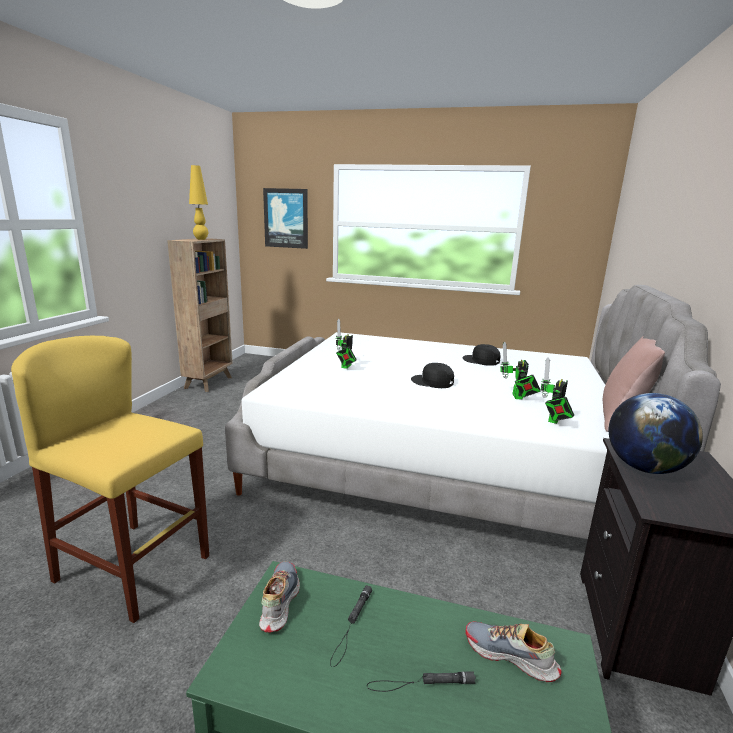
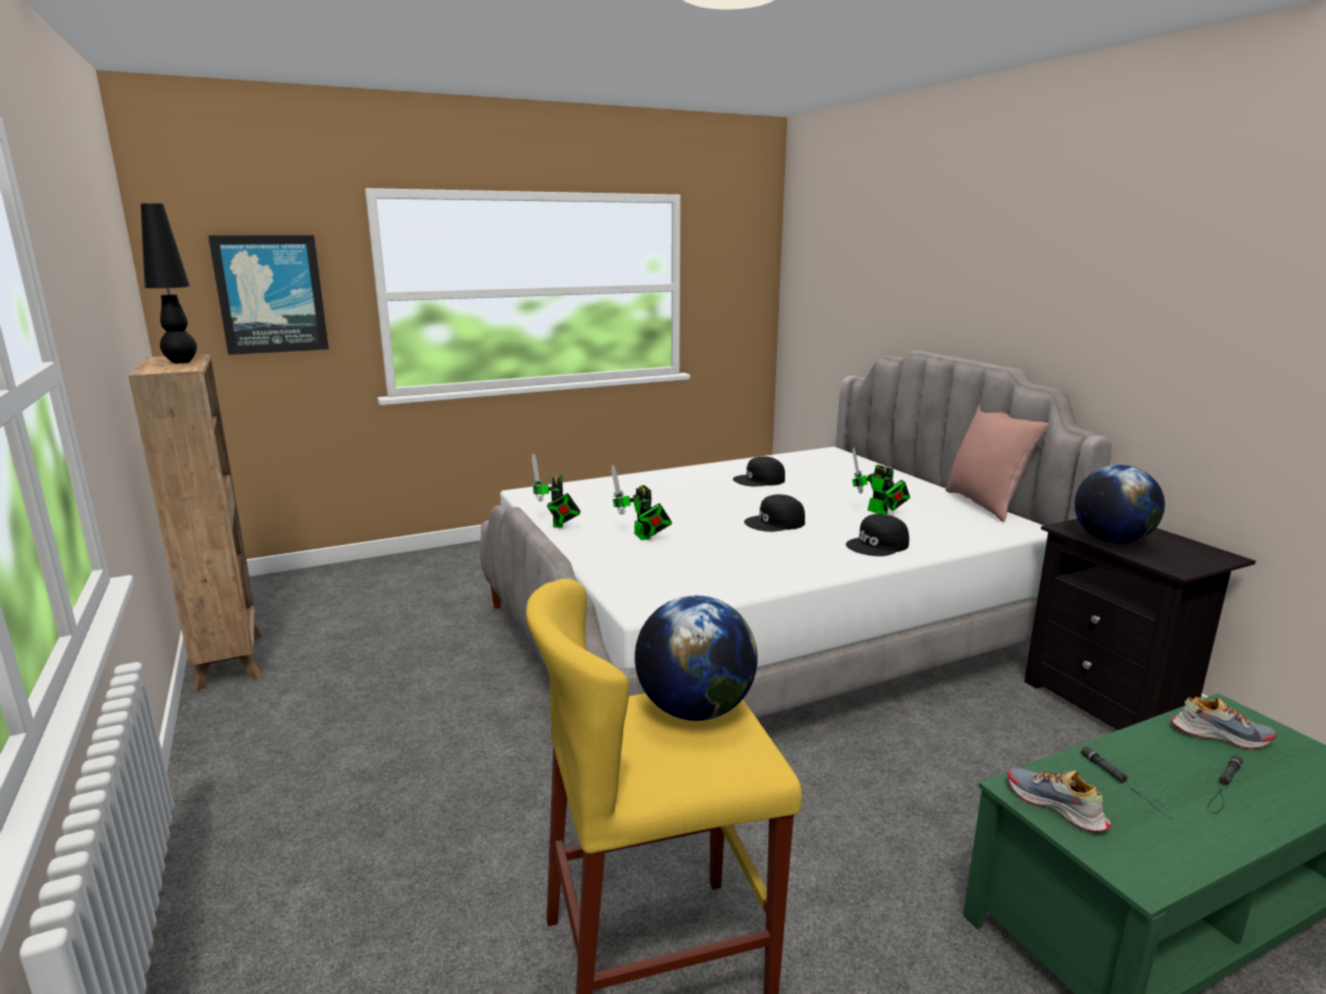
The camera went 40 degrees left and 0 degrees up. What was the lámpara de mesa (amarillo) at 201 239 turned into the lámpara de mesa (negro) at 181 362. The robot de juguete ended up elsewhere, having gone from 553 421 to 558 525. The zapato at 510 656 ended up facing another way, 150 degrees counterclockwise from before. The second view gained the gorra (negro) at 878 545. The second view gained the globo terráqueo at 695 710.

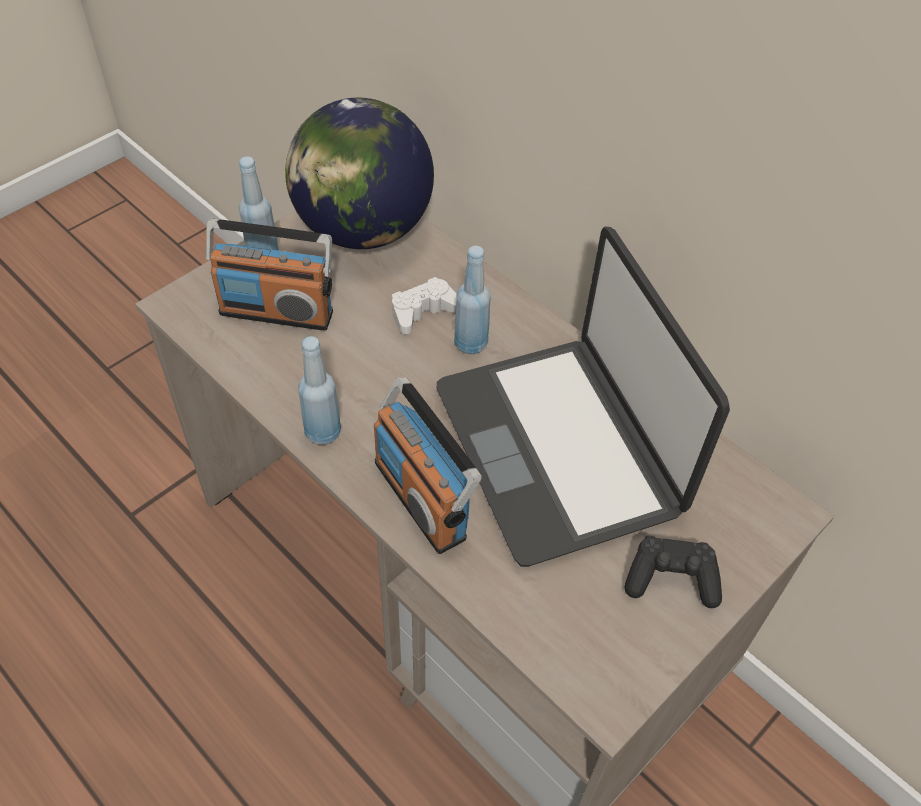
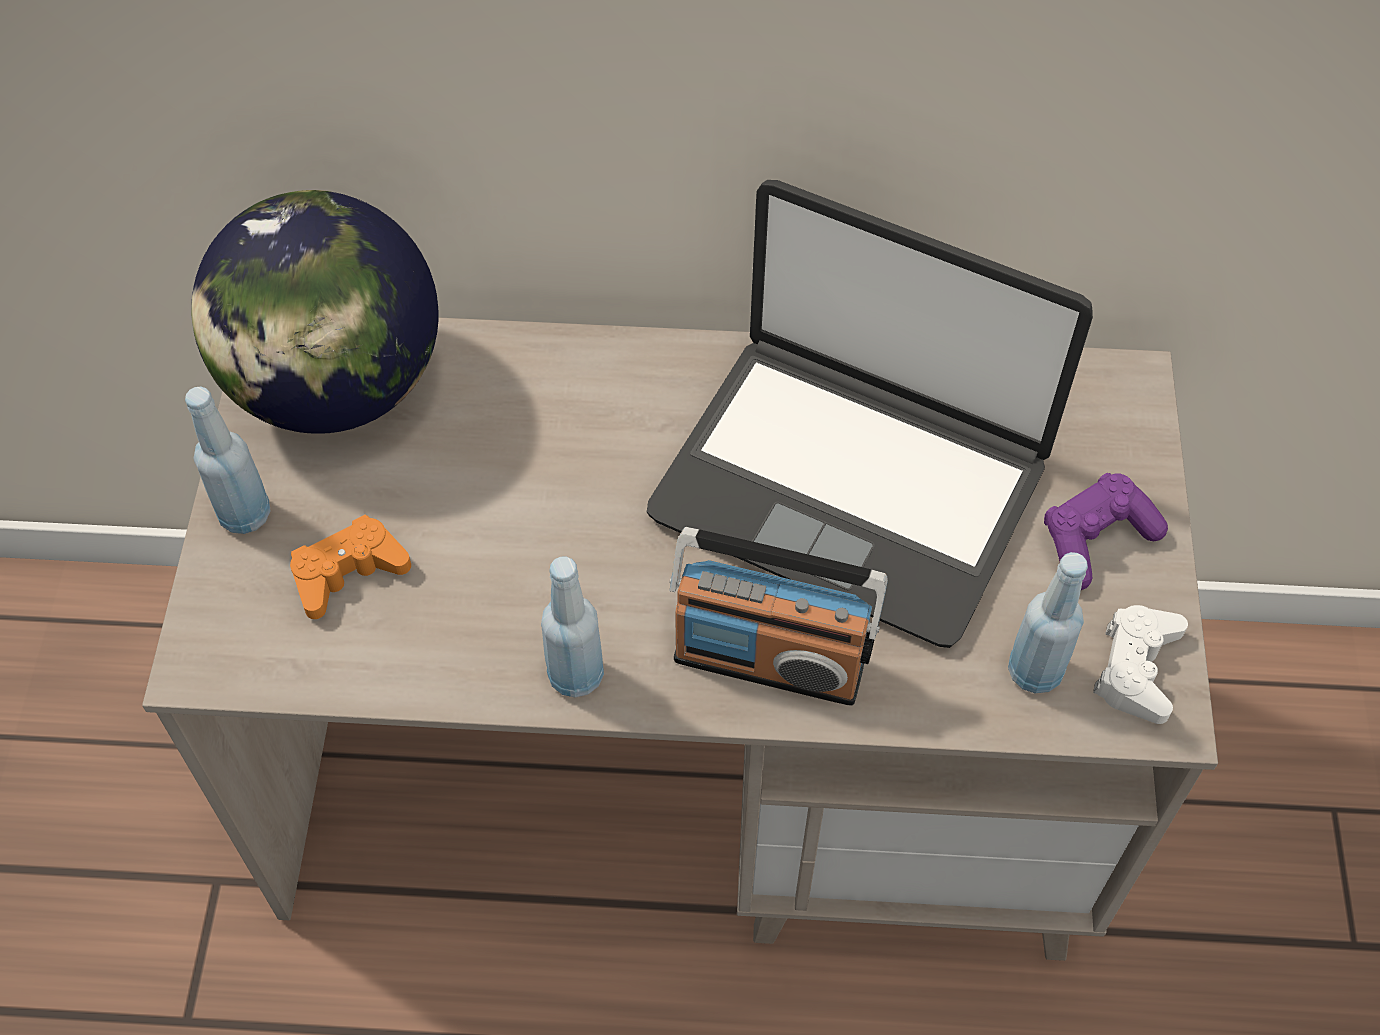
The camera went 40 degrees left and 5 degrees up. Where the radio stood at 277 311, the mando de consola (naranja) came to stand at 348 572. The botella (azul) ended up elsewhere, having gone from 470 343 to 1034 671. The mando de consola (blanco) ended up elsewhere, having gone from 423 311 to 1137 668. What was the mando de consola (negro) at 671 579 turned into the mando de consola (morado) at 1095 540.

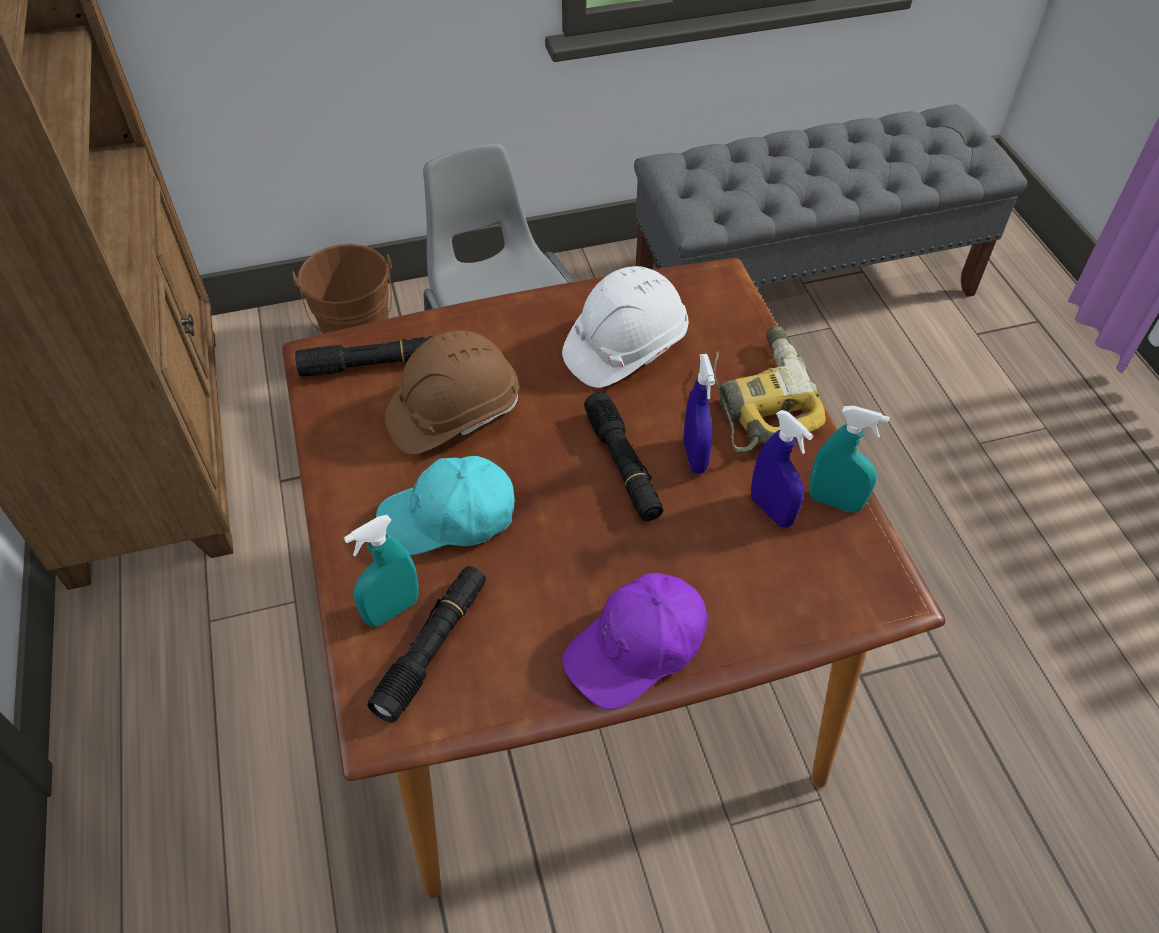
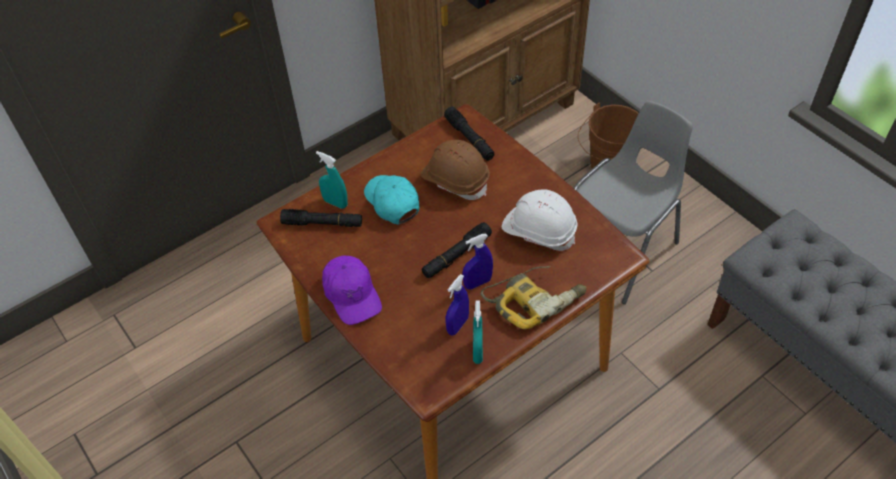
The camera went 70 degrees right and 0 degrees up. The gorra (morado) at 637 648 ended up facing another way, 150 degrees counterclockwise from before.

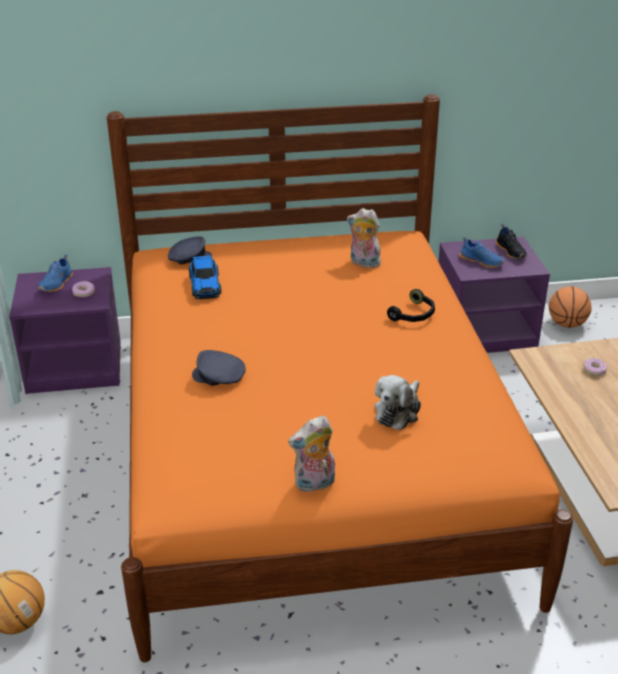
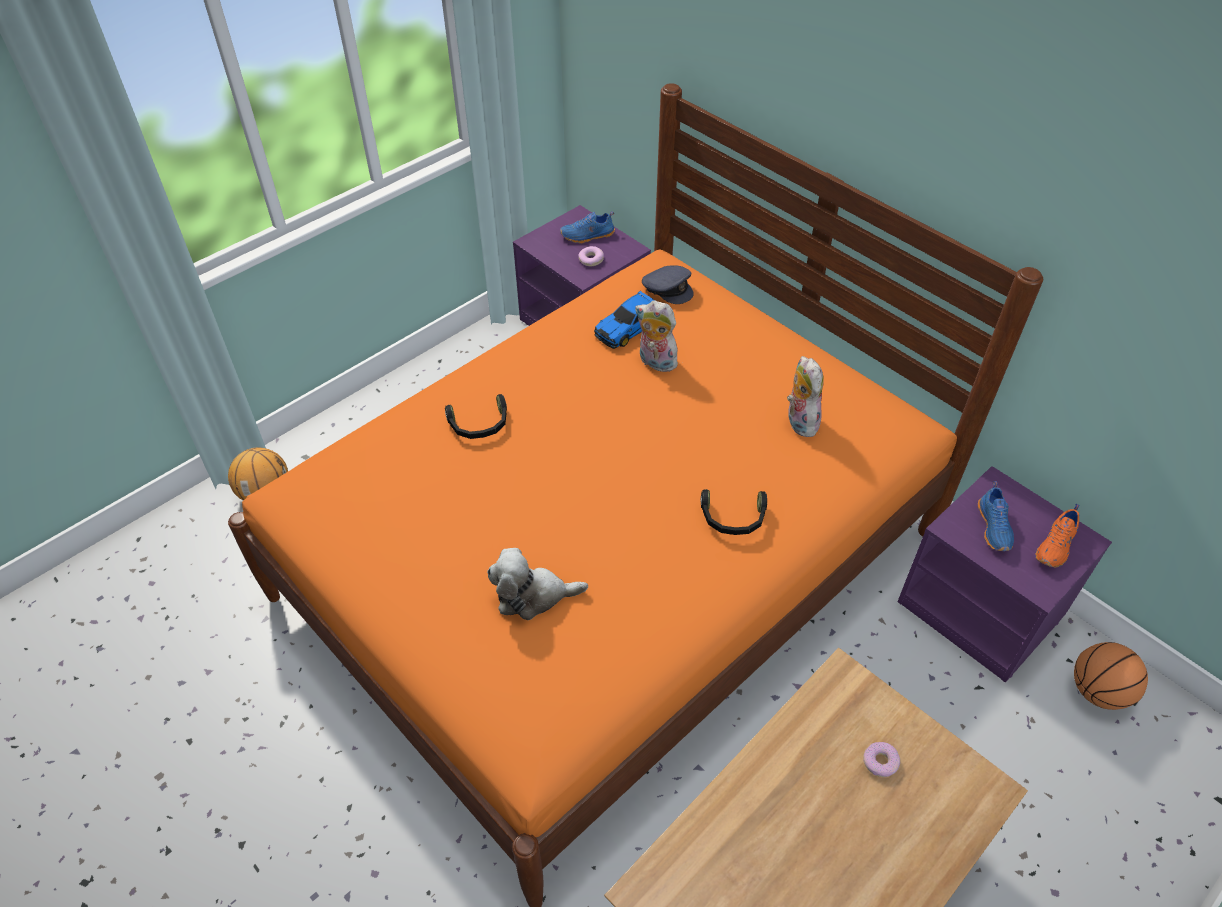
The camera went 55 degrees right and 15 degrees up. What was the zapato (negro) at 511 251 turned into the zapato (naranja) at 1056 546. Where the gorra (gris) stood at 219 377, the auriculares (negro) came to stand at 479 425. The peluche ended up elsewhere, having gone from 314 484 to 655 362.

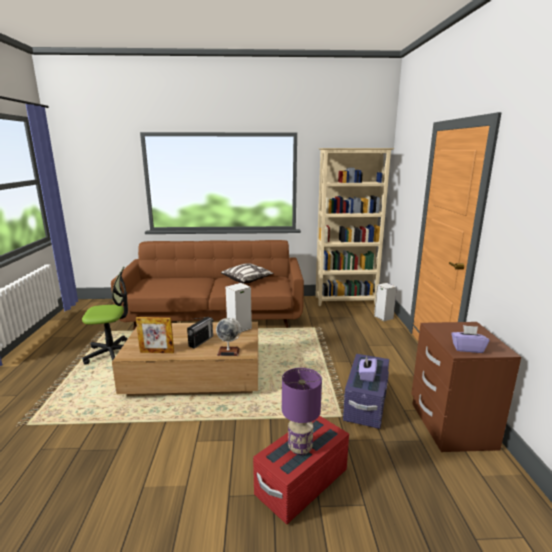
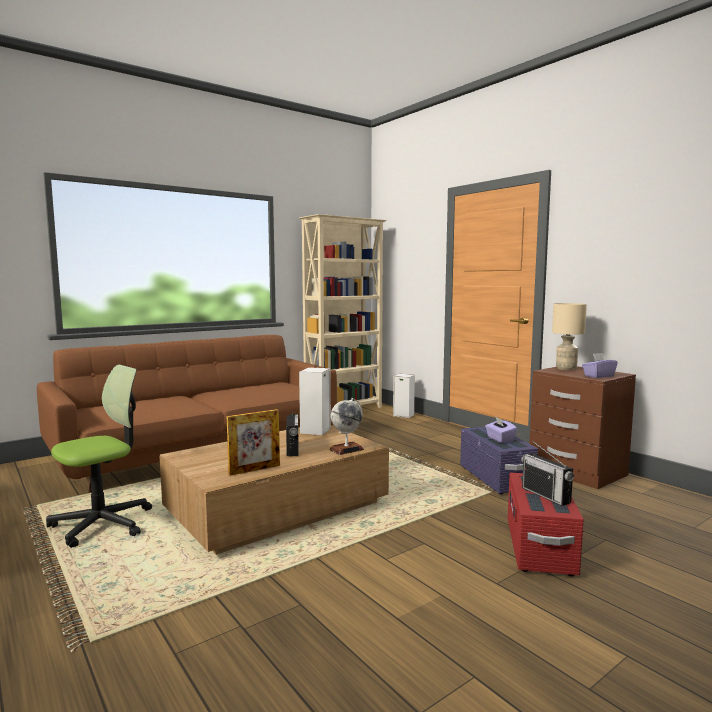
The camera went 35 degrees left and 10 degrees down. The second view lost the cojín at 247 279. Where the lámpara de mesa (morado) stood at 300 448, the radio came to stand at 545 495. The second view gained the lámpara de mesa (beis) at 566 369.

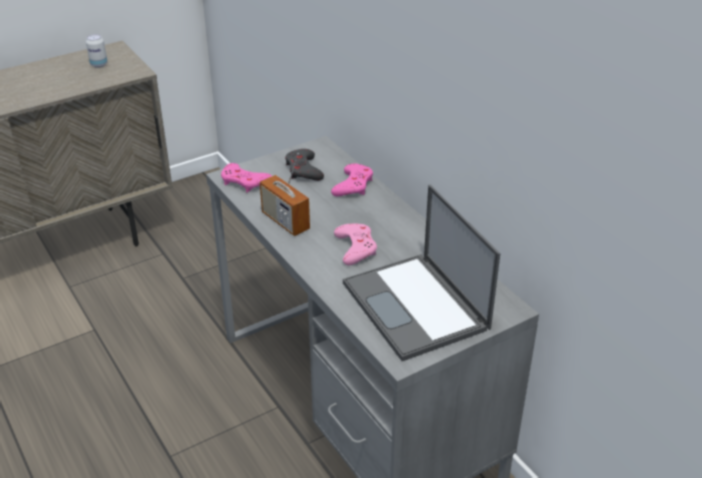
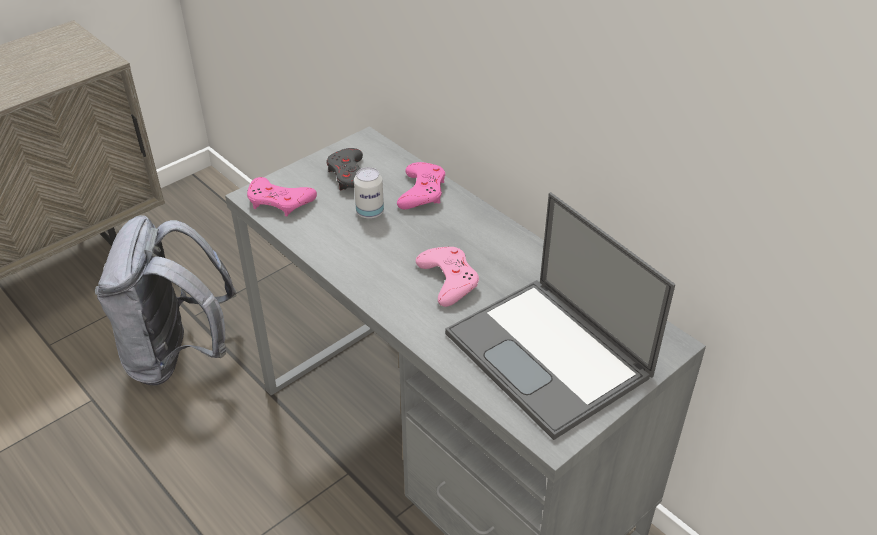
The camera went 10 degrees left and 5 degrees up. The lata ended up elsewhere, having gone from 99 64 to 370 213. The second view lost the radio at 285 221. The second view gained the mochila (gris) at 178 355.

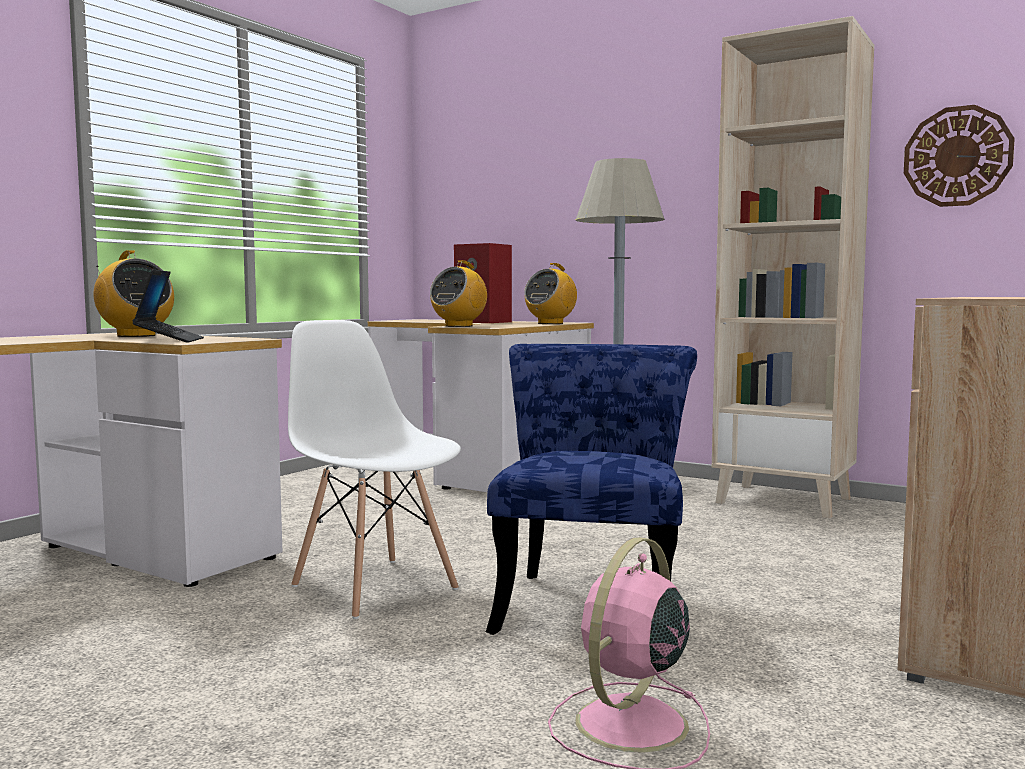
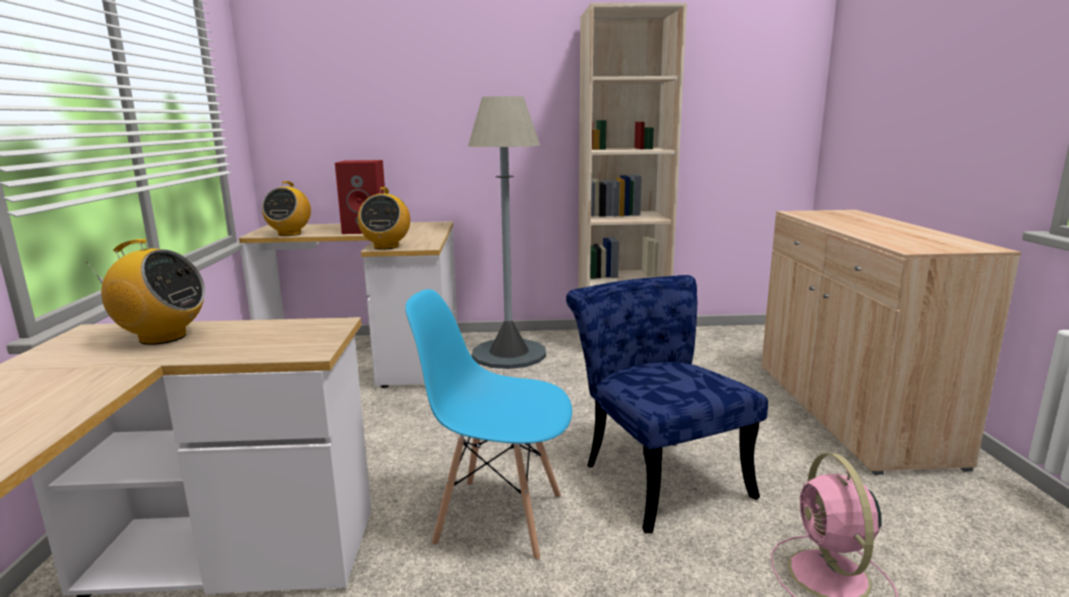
The camera went 35 degrees left and 10 degrees up. The second view lost the reloj de pared at 957 156. The radio ended up elsewhere, having gone from 550 323 to 289 234. The second view lost the portátil at 170 340. What was the silla (blanco) at 374 586 turned into the silla (azul) at 498 518.

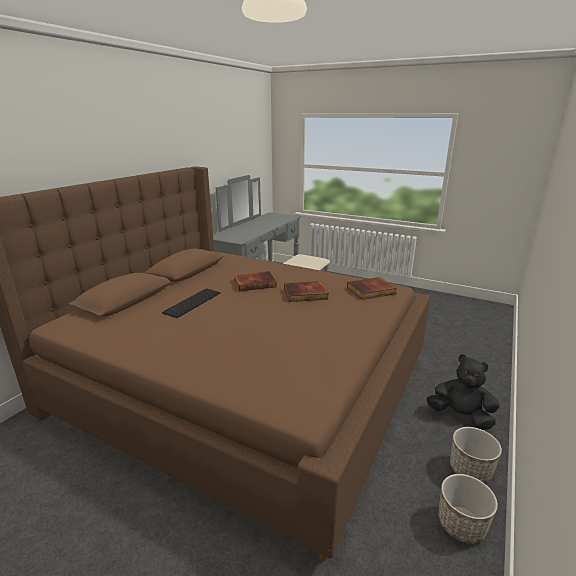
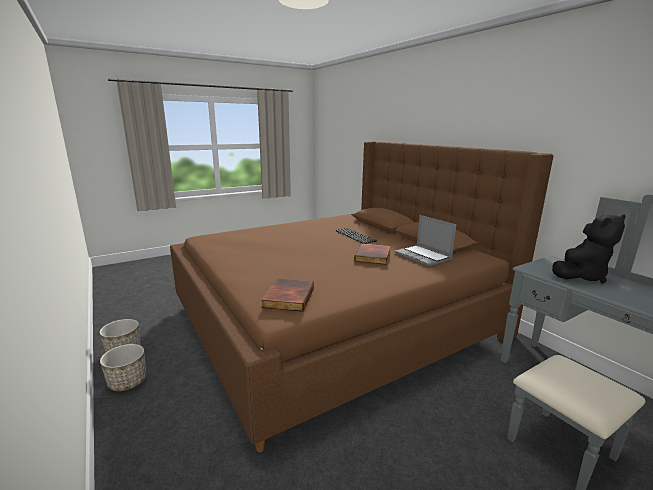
The camera went 120 degrees right and 5 degrees down. The second view lost the libro at 305 294. The peluche (negro) ended up elsewhere, having gone from 460 416 to 580 276. The second view gained the portátil at 424 256.

